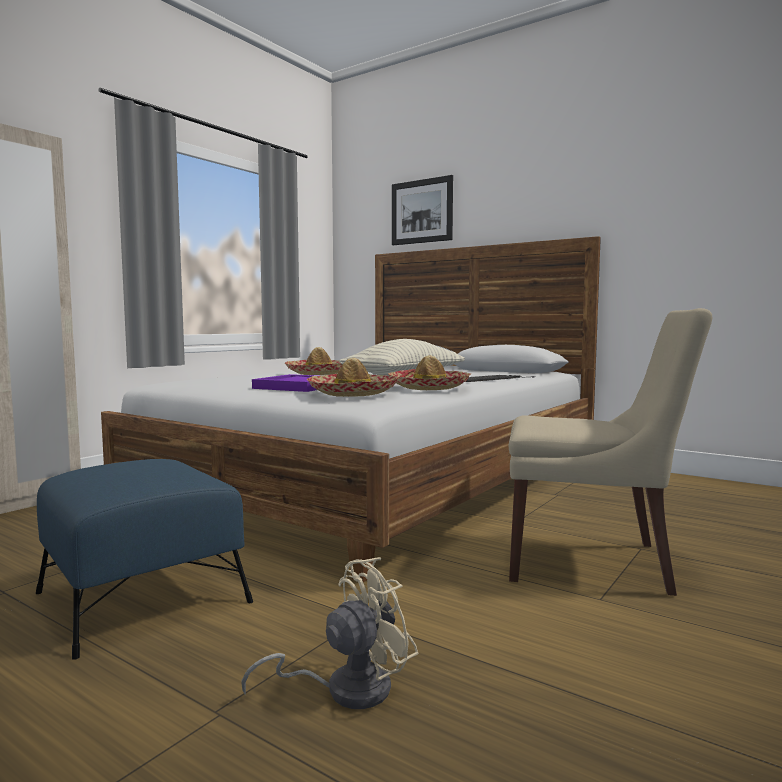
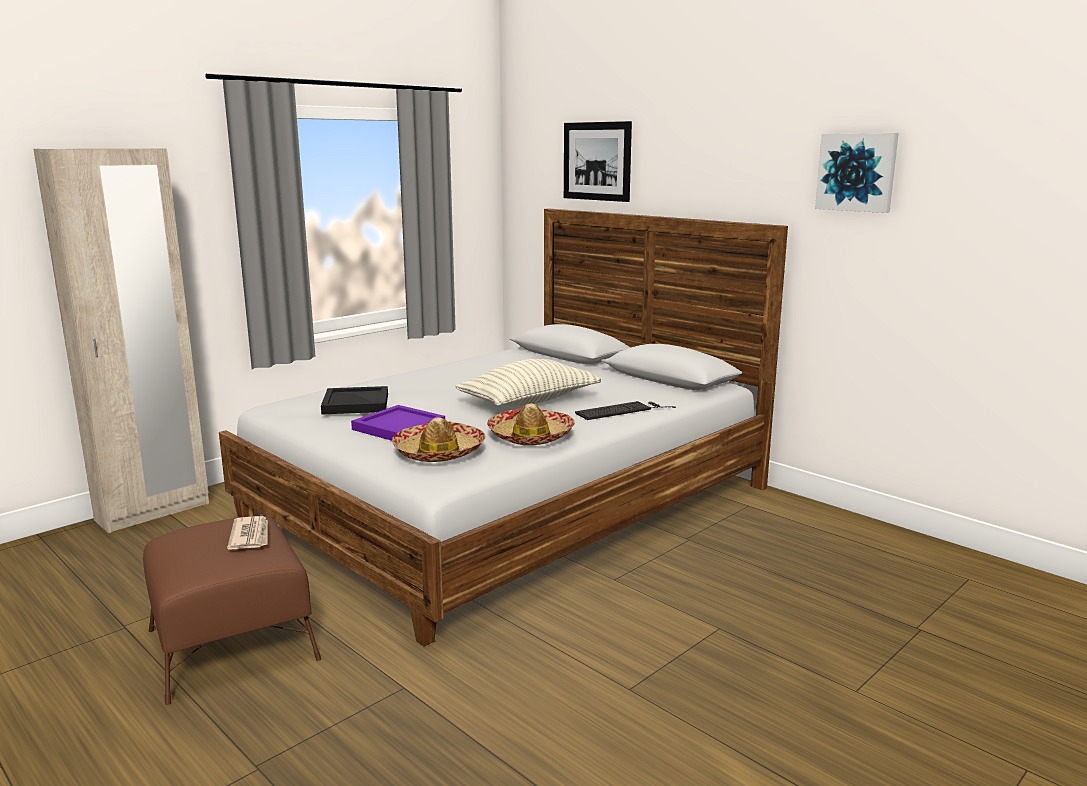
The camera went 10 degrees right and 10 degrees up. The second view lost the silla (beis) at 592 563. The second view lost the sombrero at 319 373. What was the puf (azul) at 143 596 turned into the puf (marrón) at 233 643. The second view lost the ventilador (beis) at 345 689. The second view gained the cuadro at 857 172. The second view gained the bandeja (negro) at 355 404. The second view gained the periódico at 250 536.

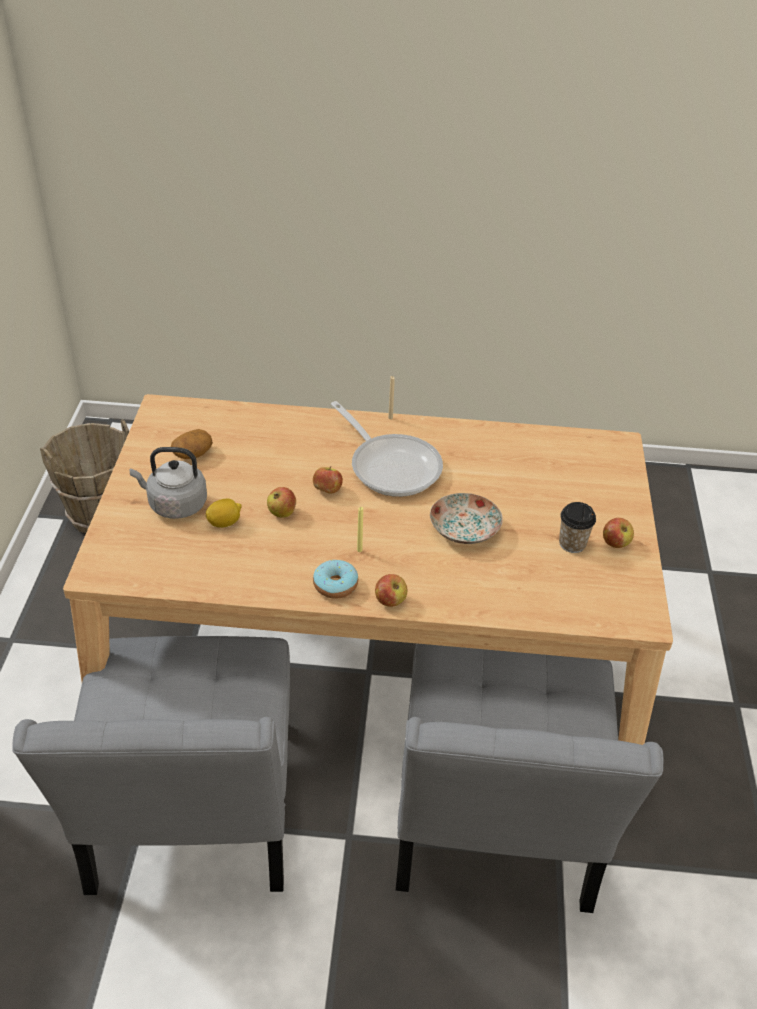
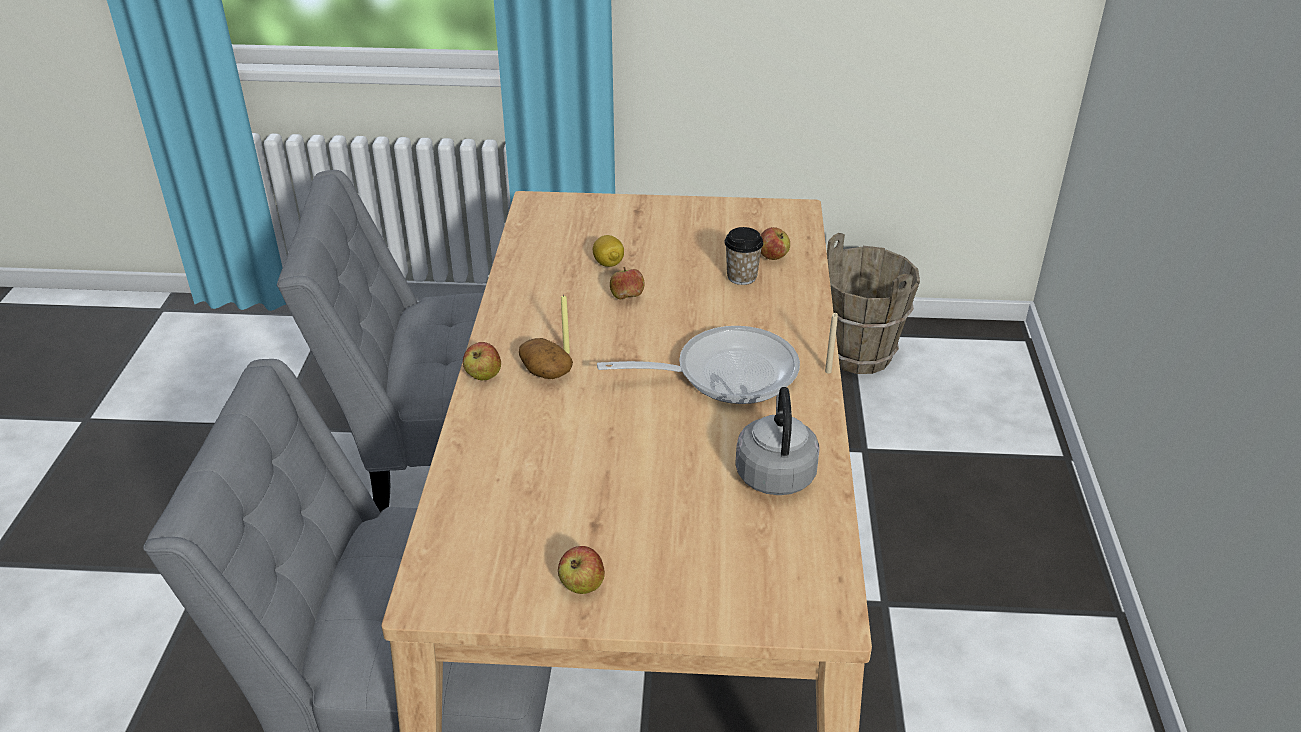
The camera went 90 degrees right and 5 degrees down. The sartén at 391 465 ended up facing another way, 150 degrees counterclockwise from before. The patata ended up elsewhere, having gone from 192 454 to 545 371. The hervidor (gris) ended up elsewhere, having gone from 174 505 to 775 472. The manzana ended up elsewhere, having gone from 327 490 to 773 257. The second view lost the plato at 464 530. The taza ended up elsewhere, having gone from 572 544 to 741 277. The second view lost the rosquilla at 335 585.

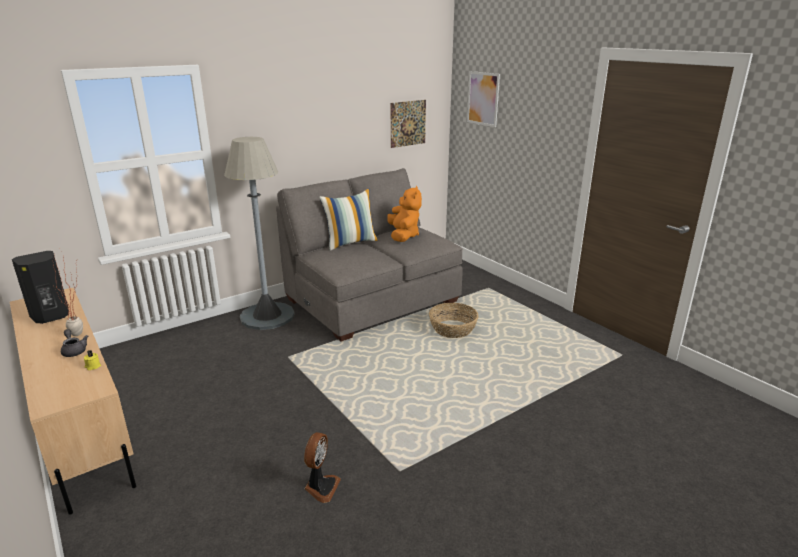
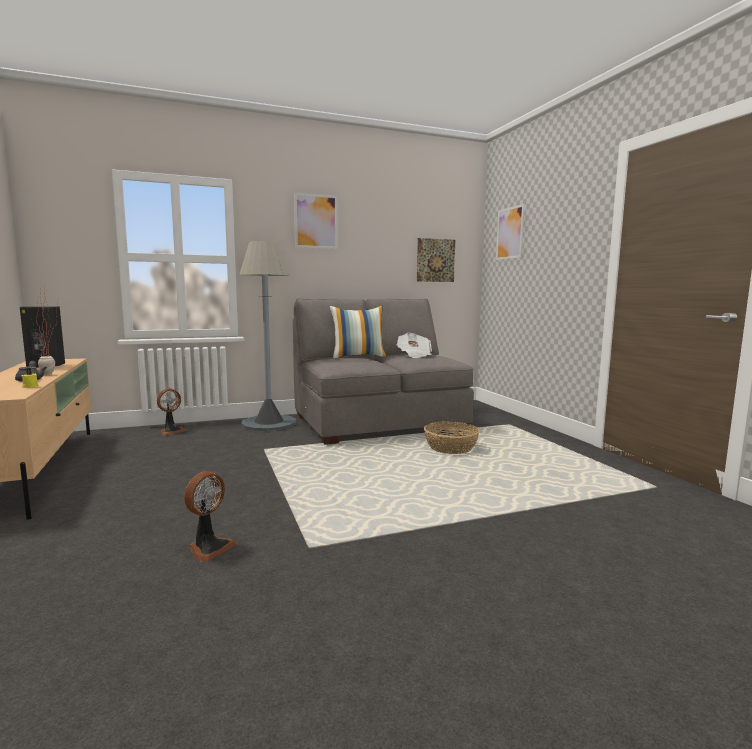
The camera went 15 degrees right and 15 degrees down. Where the peluche (naranja) stood at 403 236, the periódico came to stand at 414 355. The second view gained the cuadro at 316 221. The second view gained the ventilador at 171 431.

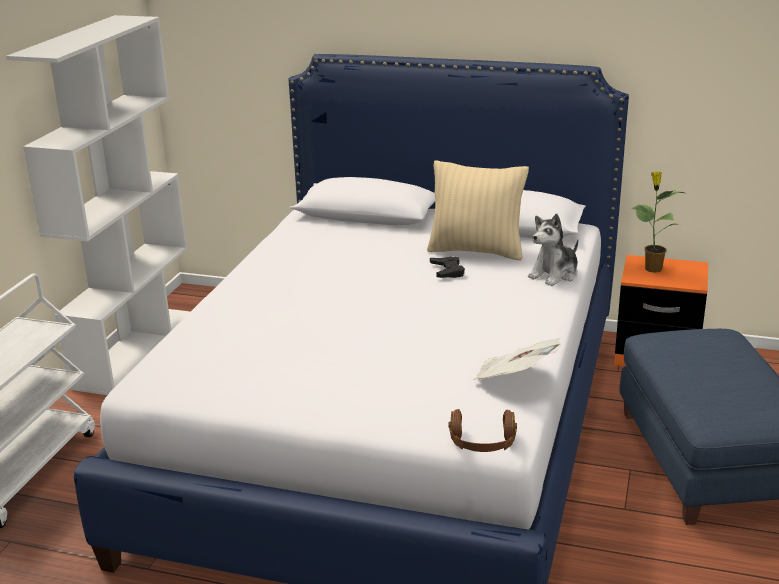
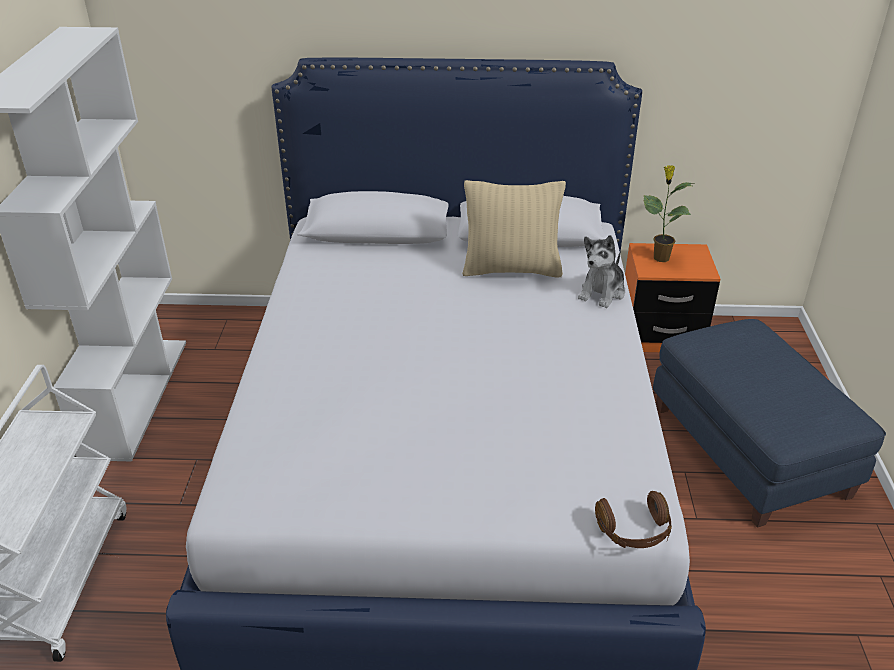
The camera went 15 degrees left and 10 degrees up. The second view lost the mando de consola (negro) at 447 271. The second view lost the periódico at 515 379.

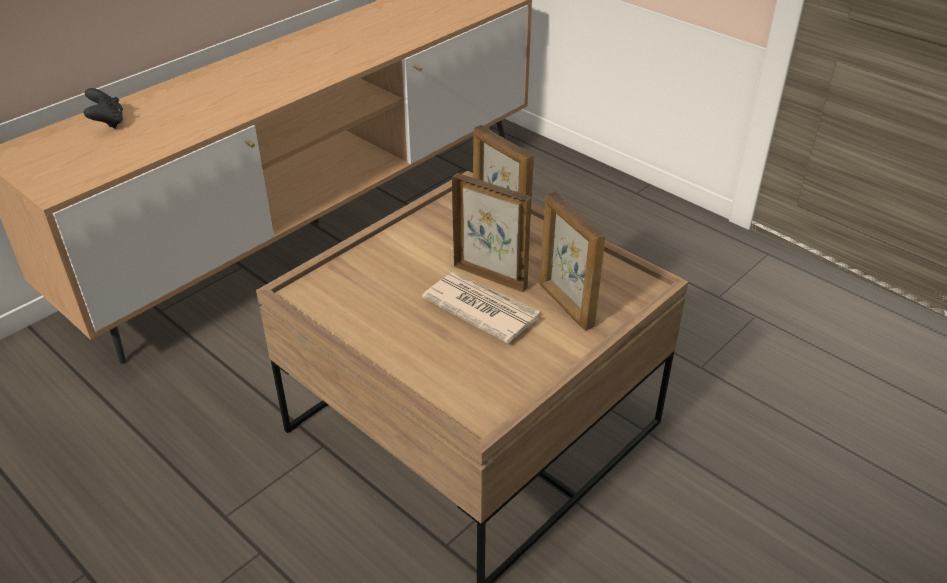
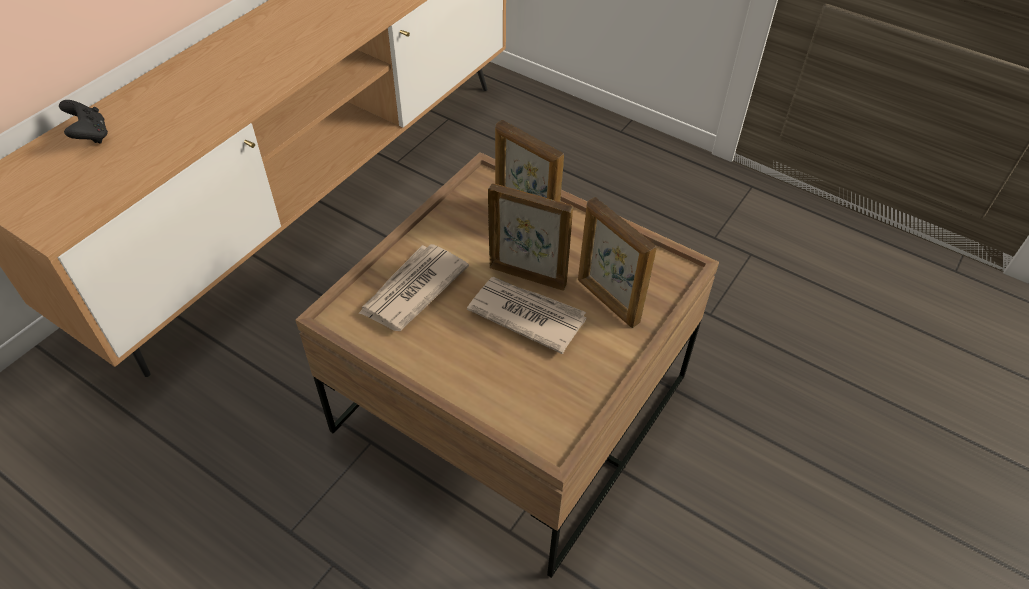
The camera went 10 degrees left and 10 degrees up. The second view gained the periódico at 412 290.

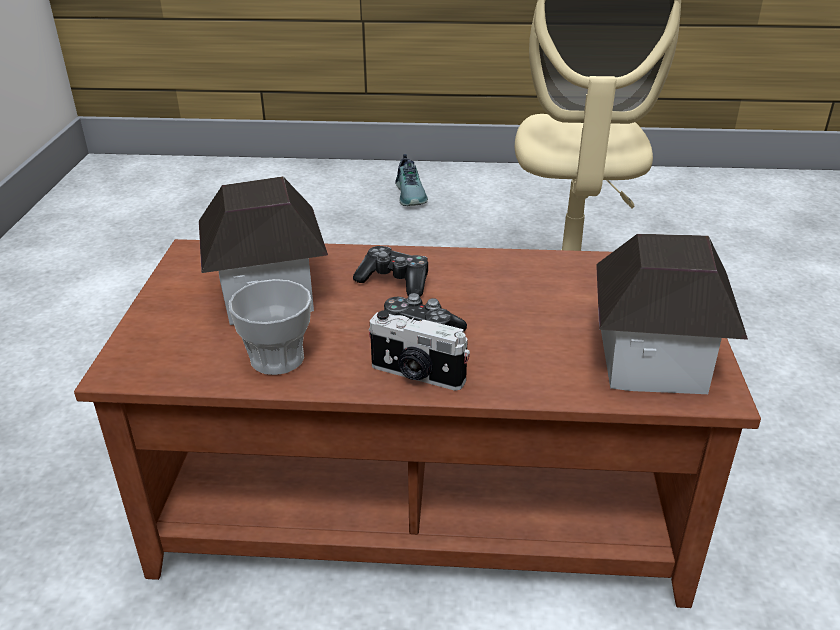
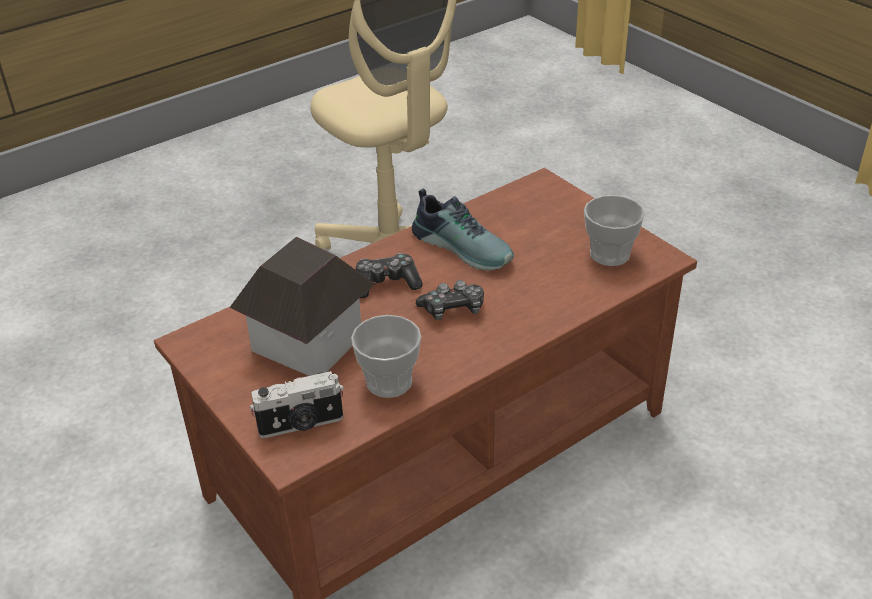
The camera went 40 degrees left and 5 degrees up. The zapato ended up elsewhere, having gone from 411 194 to 464 247. Where the casita stood at 654 360, the taza came to stand at 609 254. The cámara ended up elsewhere, having gone from 417 375 to 301 425.

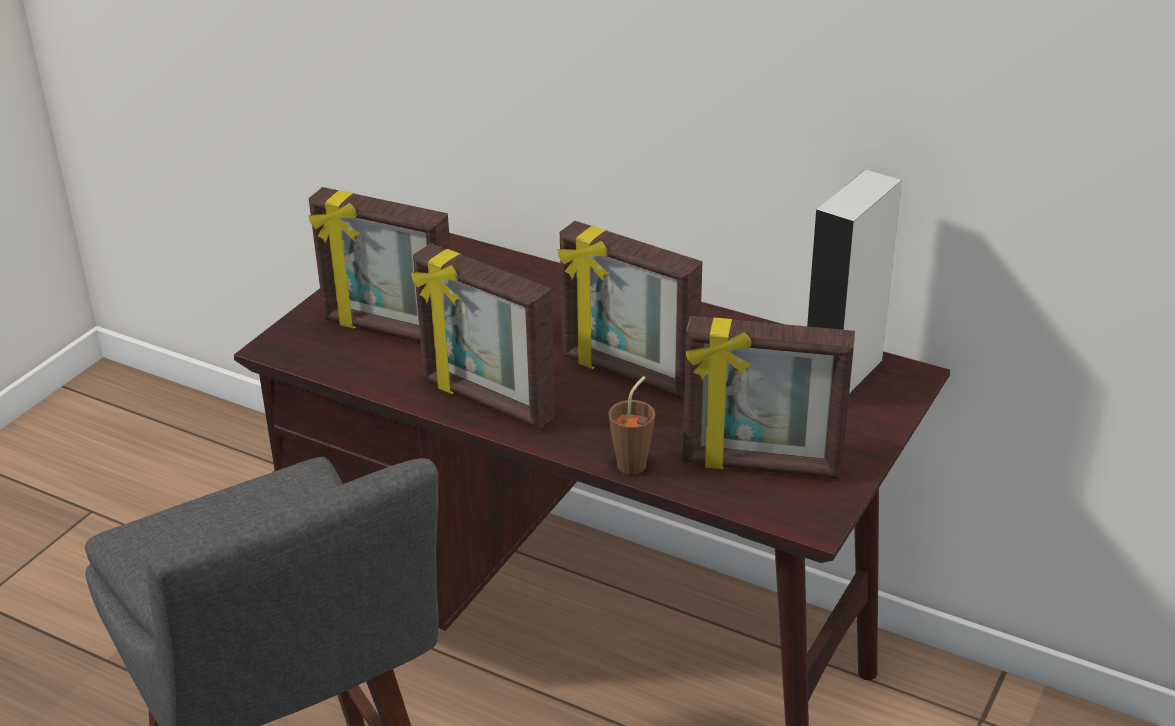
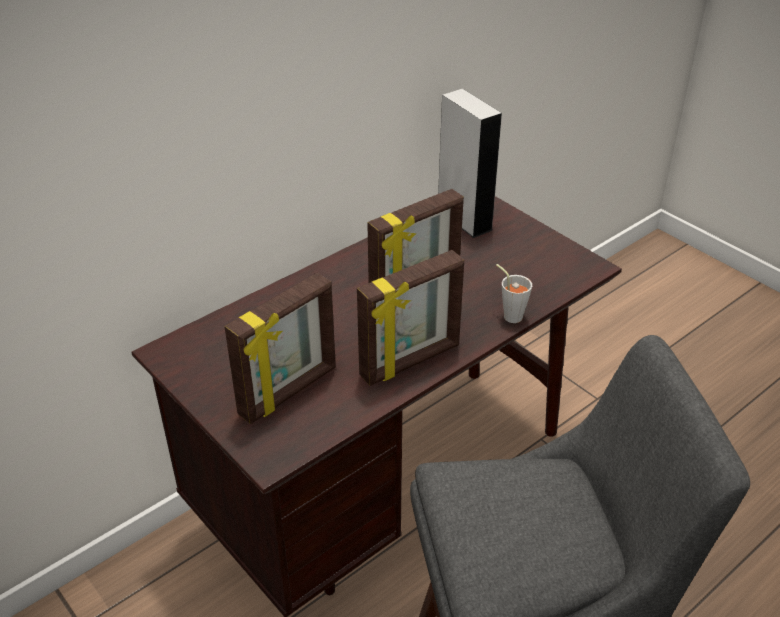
The camera went 70 degrees left and 5 degrees up. The second view lost the portarretratos at 761 466. What was the taza (marrón) at 635 461 turned into the taza (gris) at 510 314.

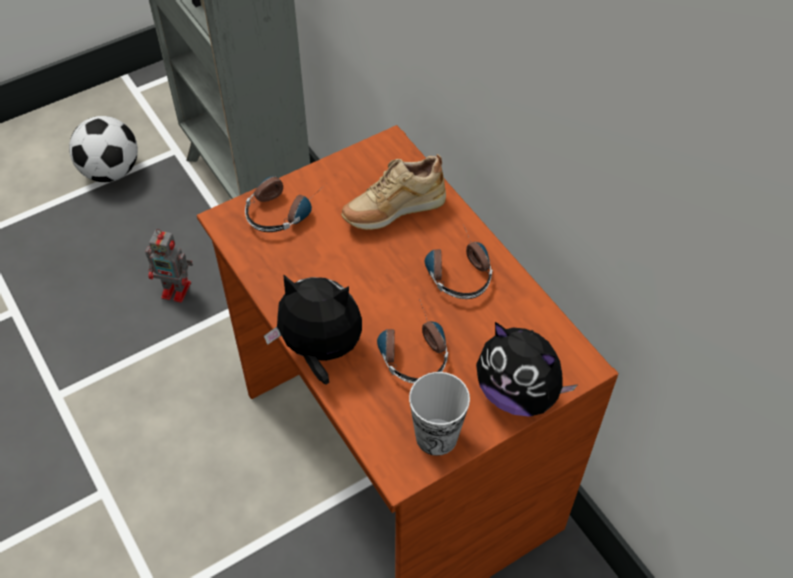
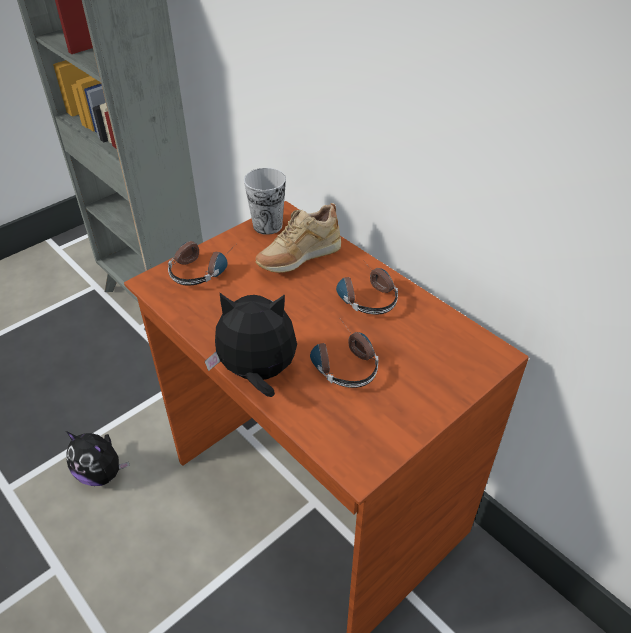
The camera went 10 degrees left and 10 degrees down. The second view lost the balón de fútbol at 111 171. The second view lost the robot de juguete at 178 290. The peluche ended up elsewhere, having gone from 518 393 to 102 473. The taza ended up elsewhere, having gone from 436 436 to 267 225.

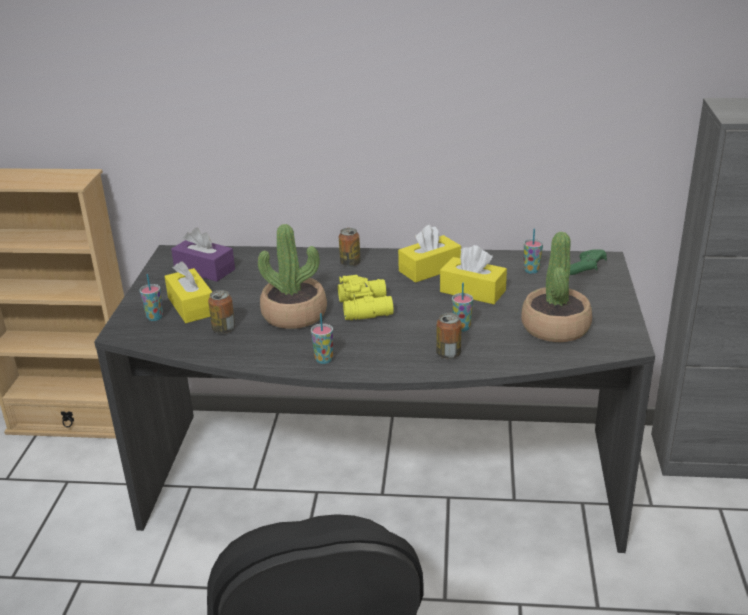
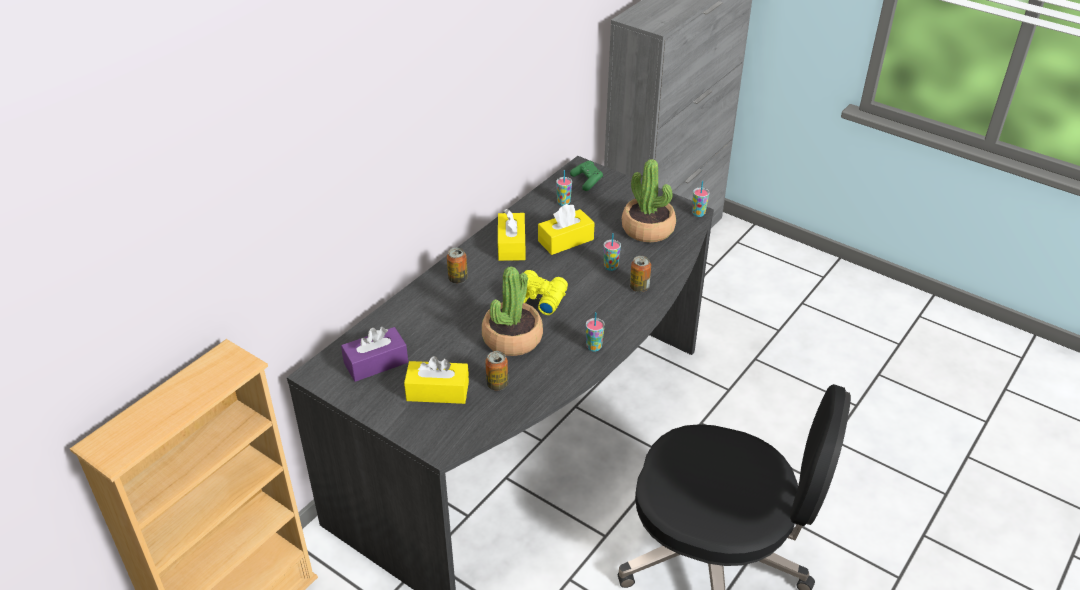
The camera went 60 degrees left and 10 degrees up. The taza ended up elsewhere, having gone from 155 317 to 698 213.

